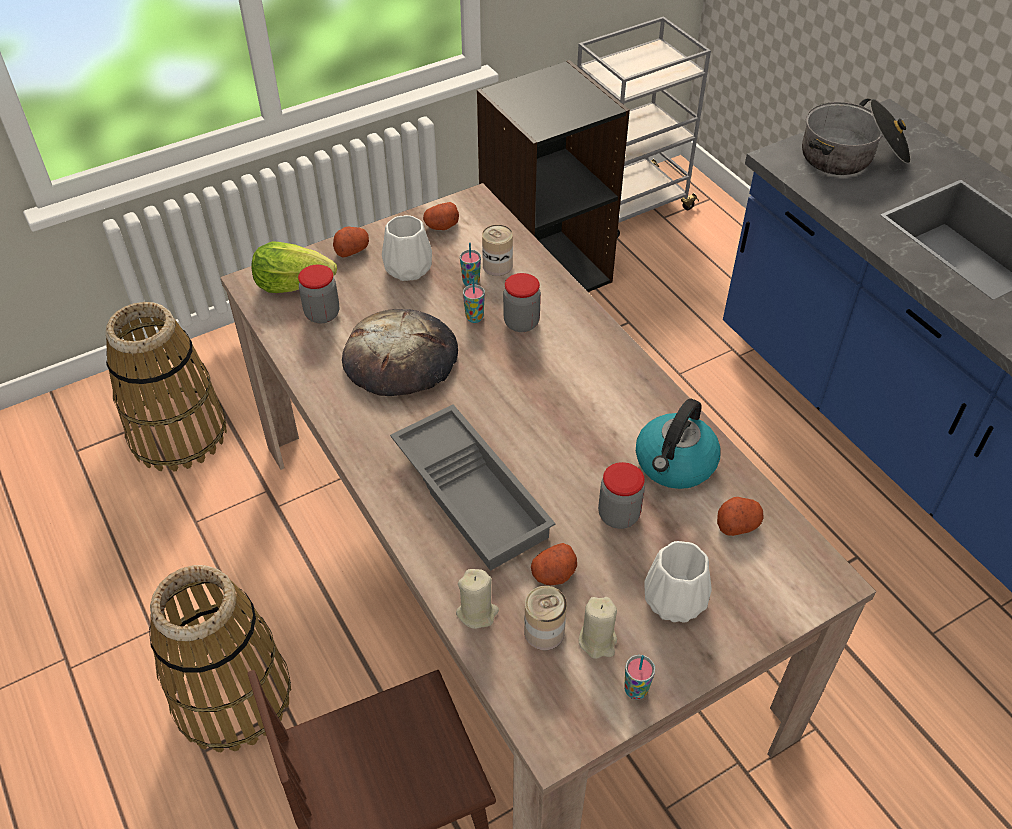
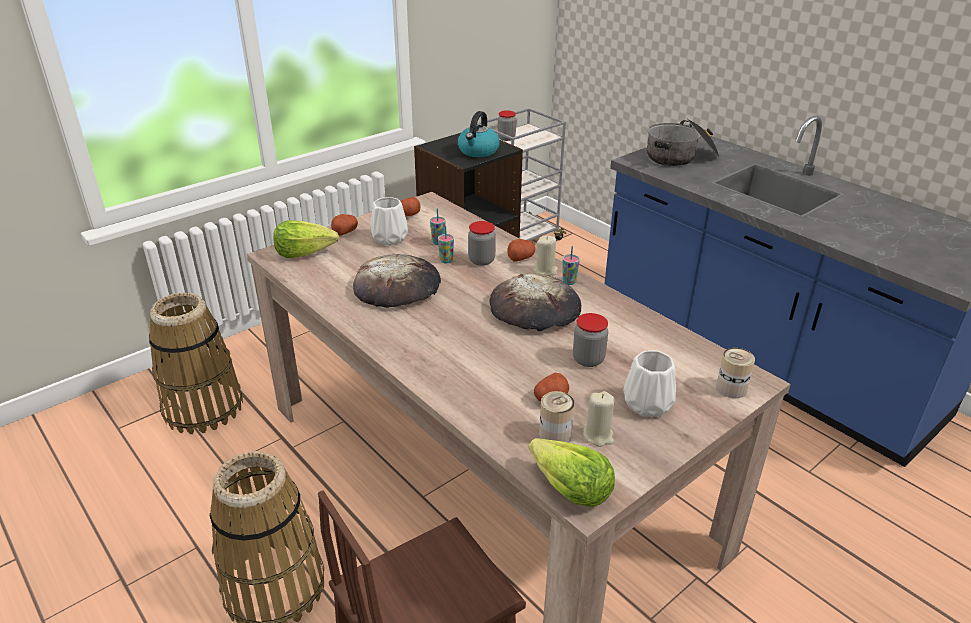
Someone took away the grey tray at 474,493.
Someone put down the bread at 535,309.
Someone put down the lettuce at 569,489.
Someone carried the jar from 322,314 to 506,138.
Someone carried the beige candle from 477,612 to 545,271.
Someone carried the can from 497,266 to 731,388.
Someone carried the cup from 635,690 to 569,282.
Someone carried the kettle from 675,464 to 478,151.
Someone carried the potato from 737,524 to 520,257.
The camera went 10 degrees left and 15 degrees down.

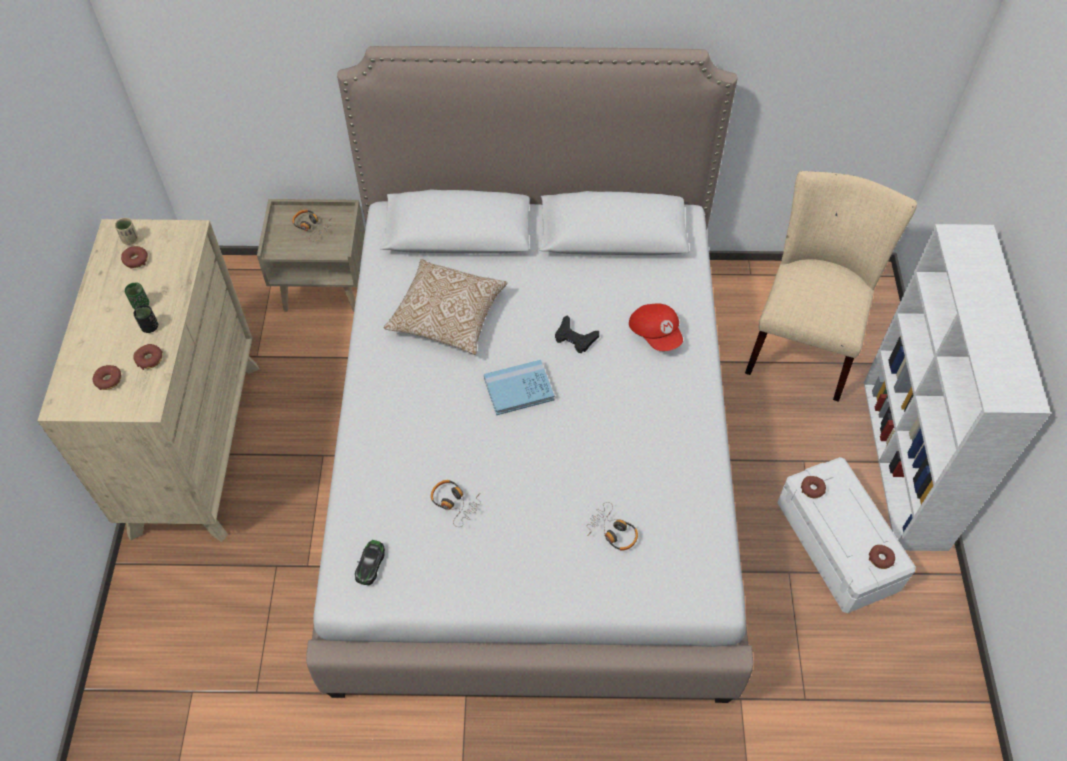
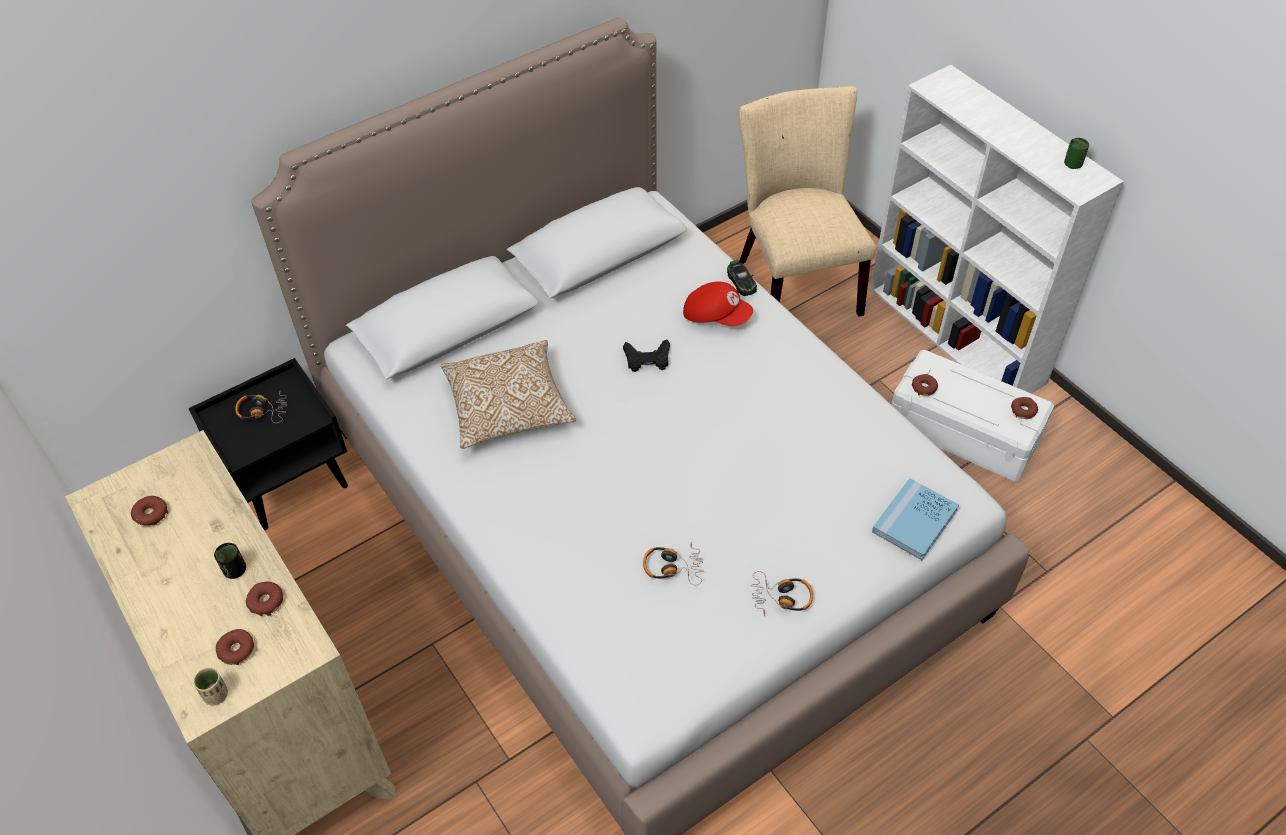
Someone carried the beige cup from 130,240 to 216,695.
Someone carried the green cup from 141,304 to 1072,164.
Someone carried the toy car from 370,564 to 741,281.
Someone carried the blue book from 519,389 to 914,521.
Someone carried the headphones from 612,531 to 781,597.
Someone repainted the beige nightstand at 325,287, which became the black nightstand at 291,482.
The camera went 35 degrees left and 5 degrees down.

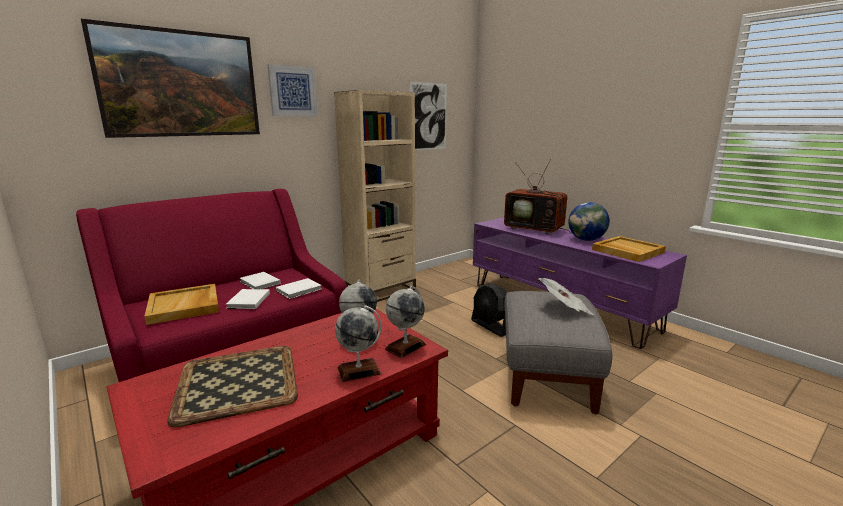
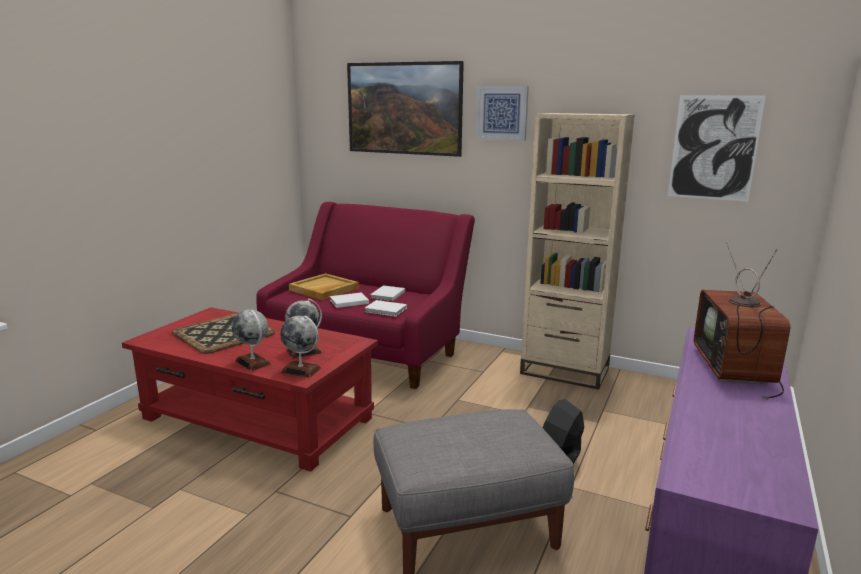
Someone took away the newspaper at 565,309.
Someone took away the globe at 586,240.
Someone took away the beige tray at 627,251.
The camera went 65 degrees right and 0 degrees up.

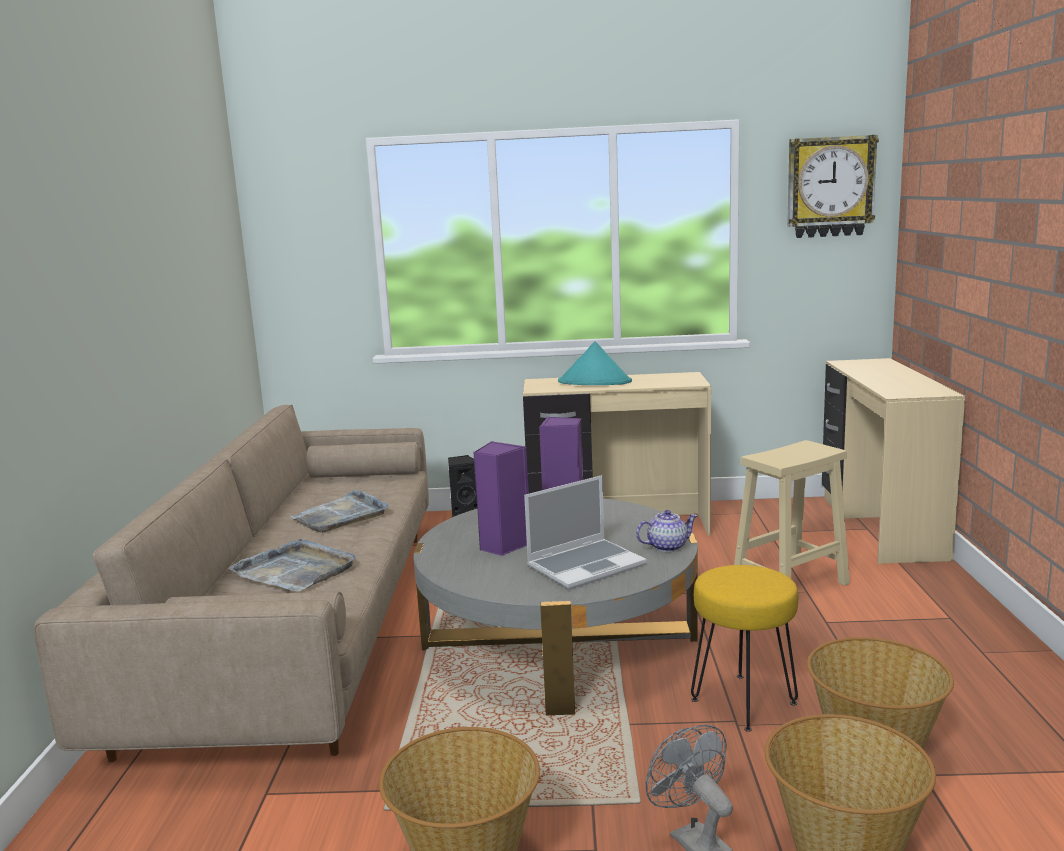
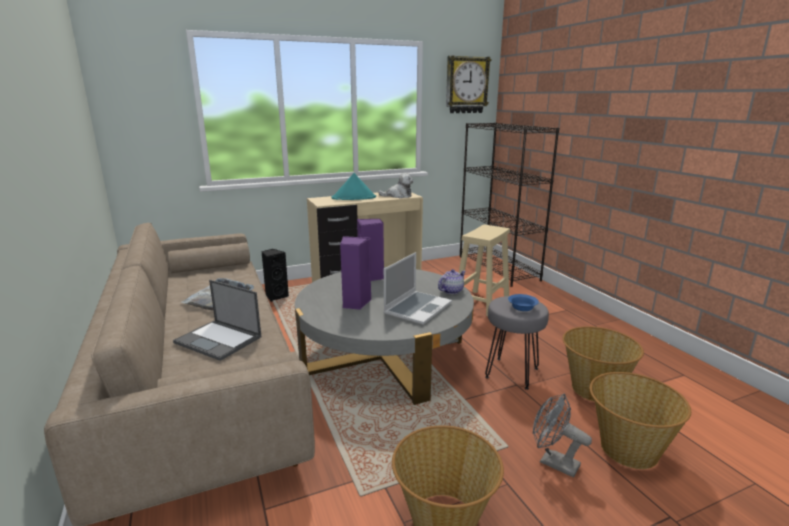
Someone put down the plush toy at 398,196.
Someone put down the blue bowl at 522,307.
Someone swapped the grey tray at 296,570 for the laptop at 219,340.
Someone swapped the beige desk at 879,527 for the black bookcase at 498,268.
Someone repainted the yellow stool at 745,701, which became the grey stool at 512,372.
The camera went 25 degrees left and 5 degrees up.

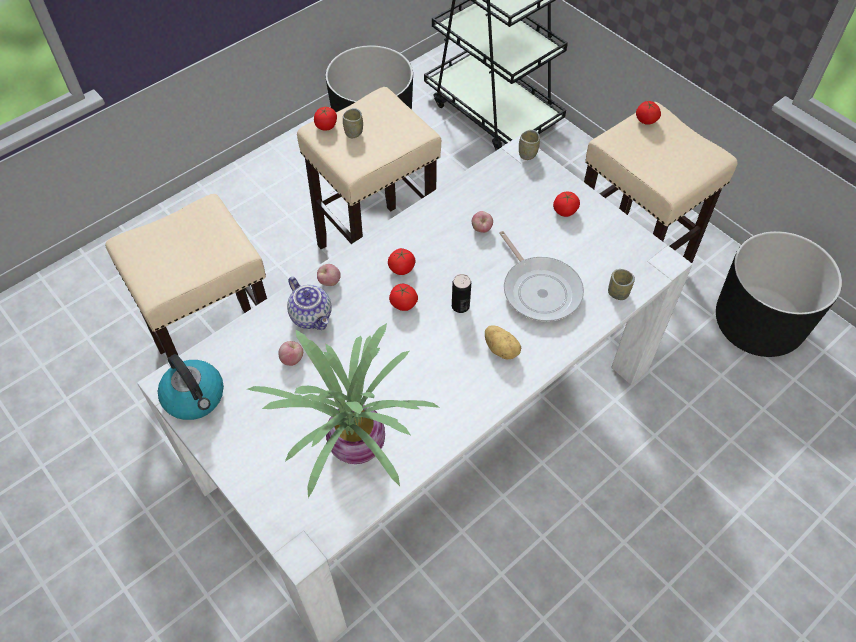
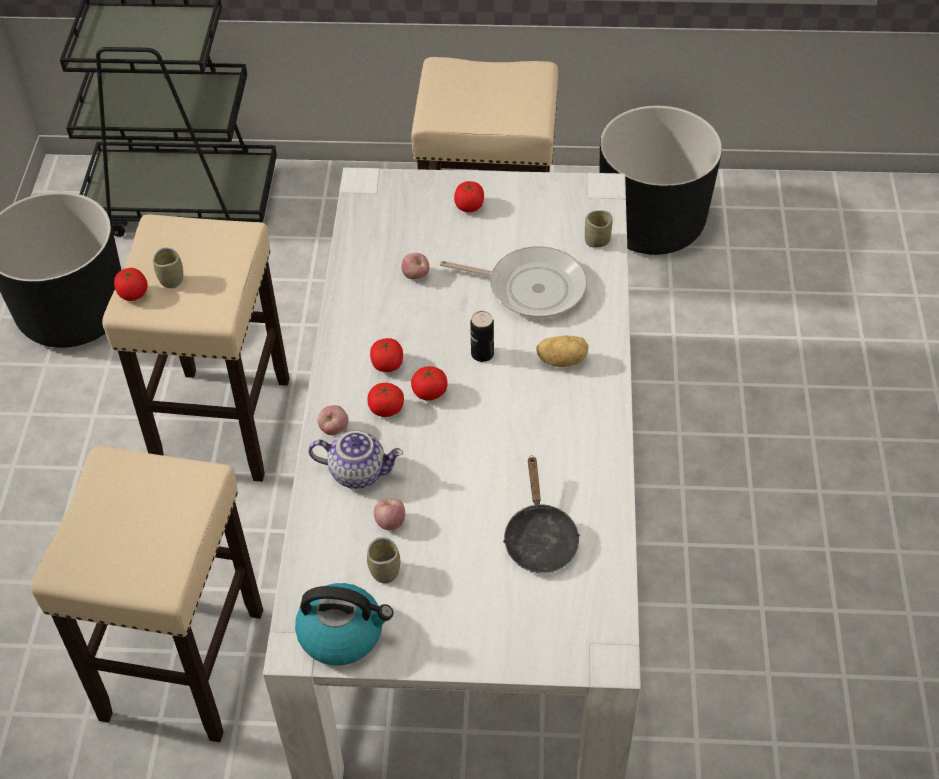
Someone carried the cup from 527,154 to 385,571.
Someone carried the tomato from 646,120 to 386,409.
Someone swapped the potted plant at 354,442 for the black frying pan at 539,538.
The camera went 45 degrees left and 5 degrees down.

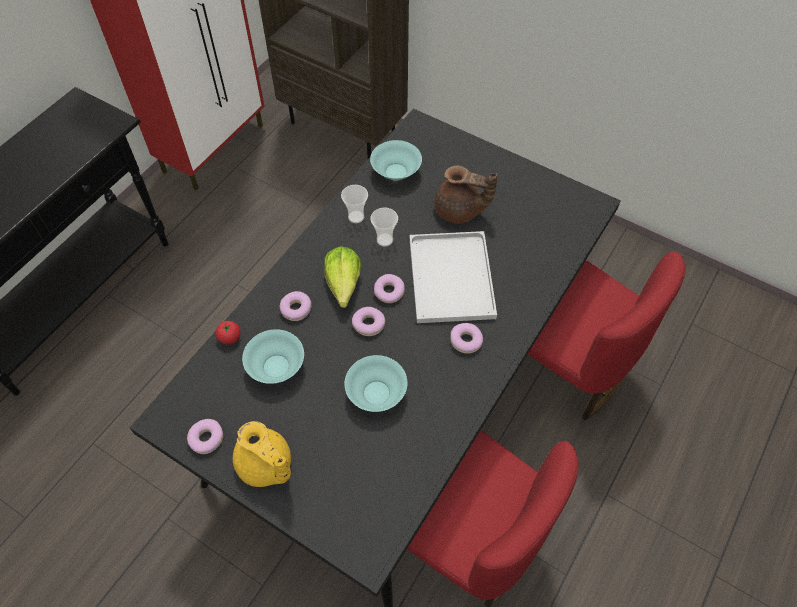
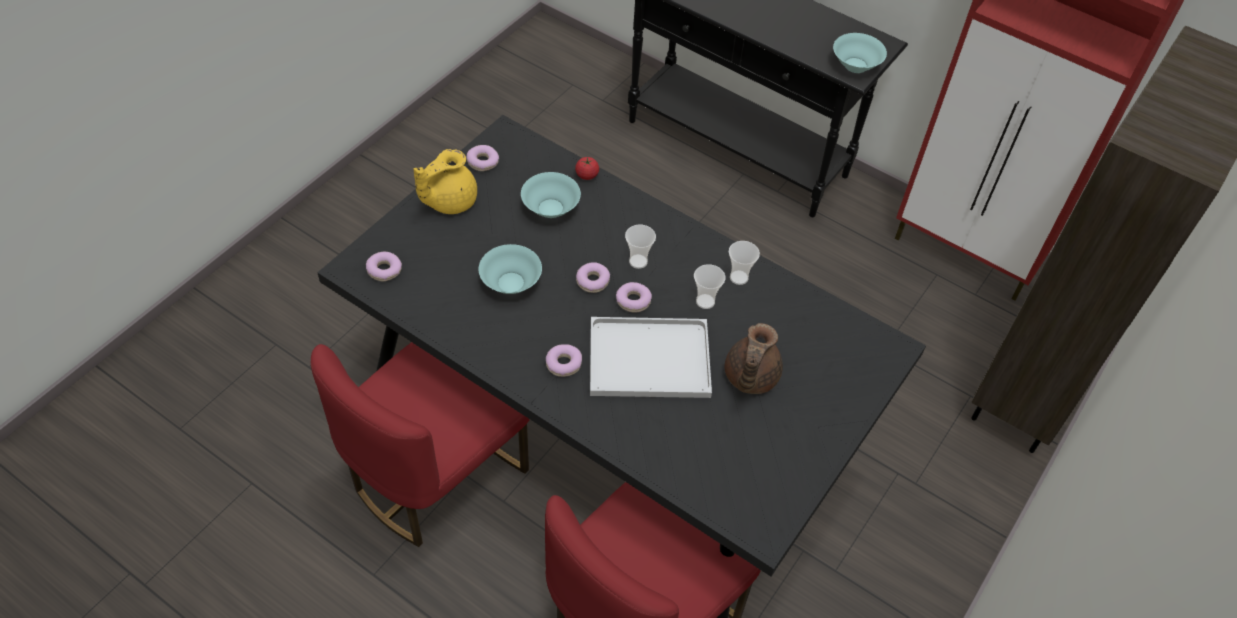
Someone carried the donut from 296,309 to 384,270.
Someone carried the turquoise bowl from 395,172 to 855,65.
Someone swapped the lettuce at 342,289 for the cup at 638,261.
The camera went 90 degrees right and 5 degrees down.

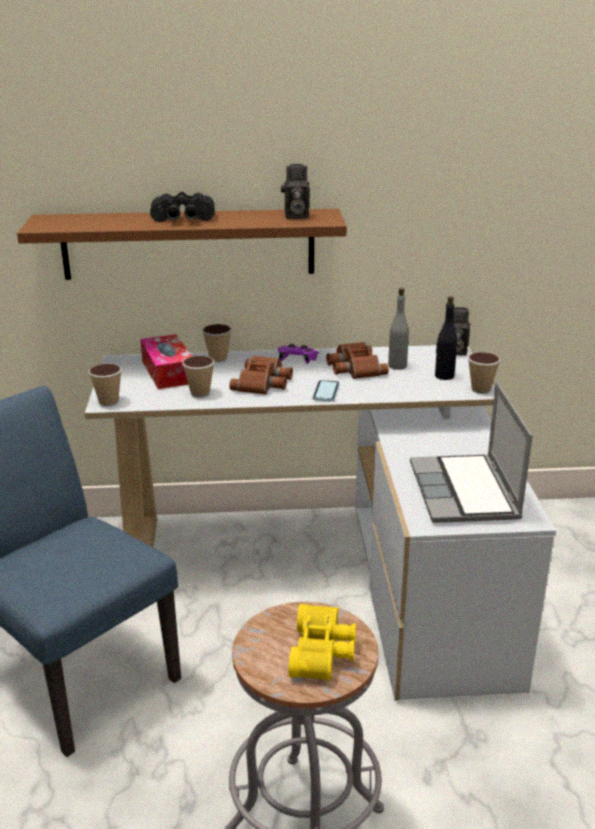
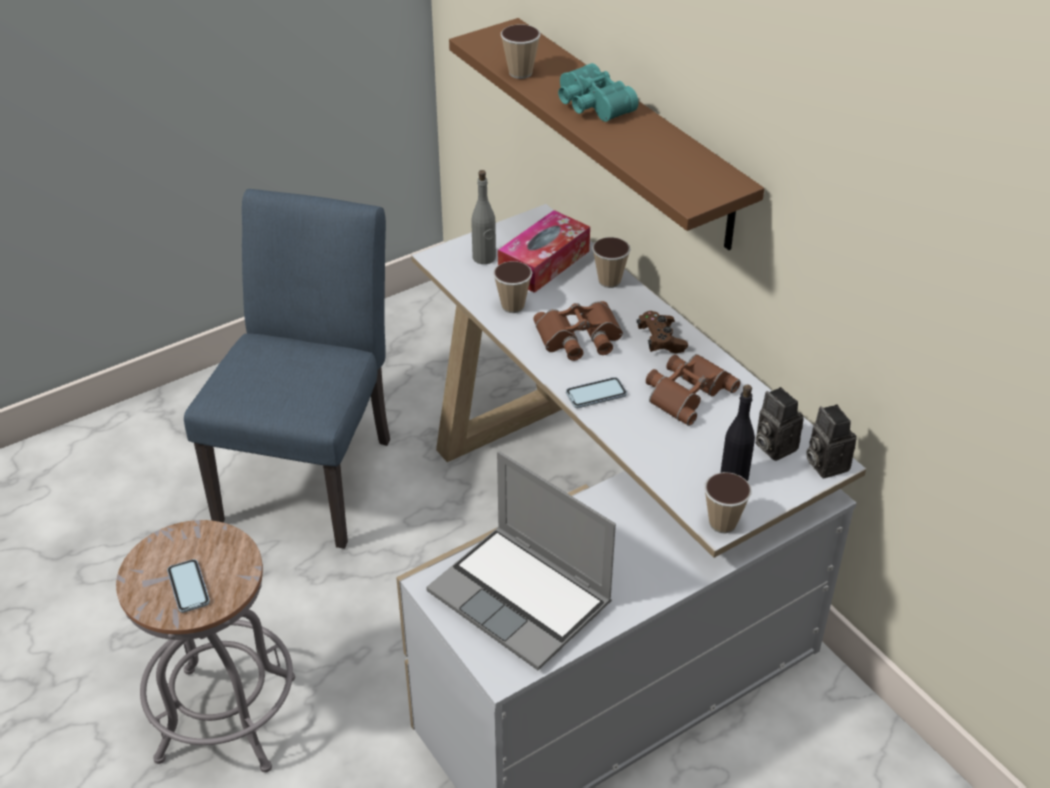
Someone carried the cup from 108,402 to 520,73.
Someone carried the photo camera from 295,216 to 772,446.
Someone carried the grey bottle from 397,366 to 484,258.
Someone swapped the yellow binoculars at 324,652 for the phone at 188,587.
Someone repainted the black binoculars at 183,219, which became the turquoise binoculars at 591,105.
Someone repainted the purple game controller at 297,361, which became the brown game controller at 661,340.
Someone rotated the laptop at 465,492 by 105 degrees counterclockwise.
The camera went 60 degrees right and 15 degrees up.

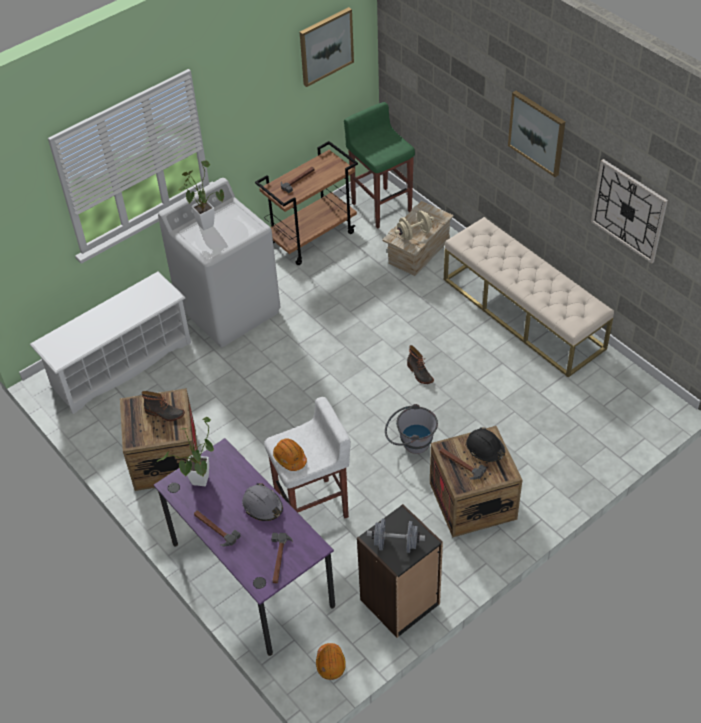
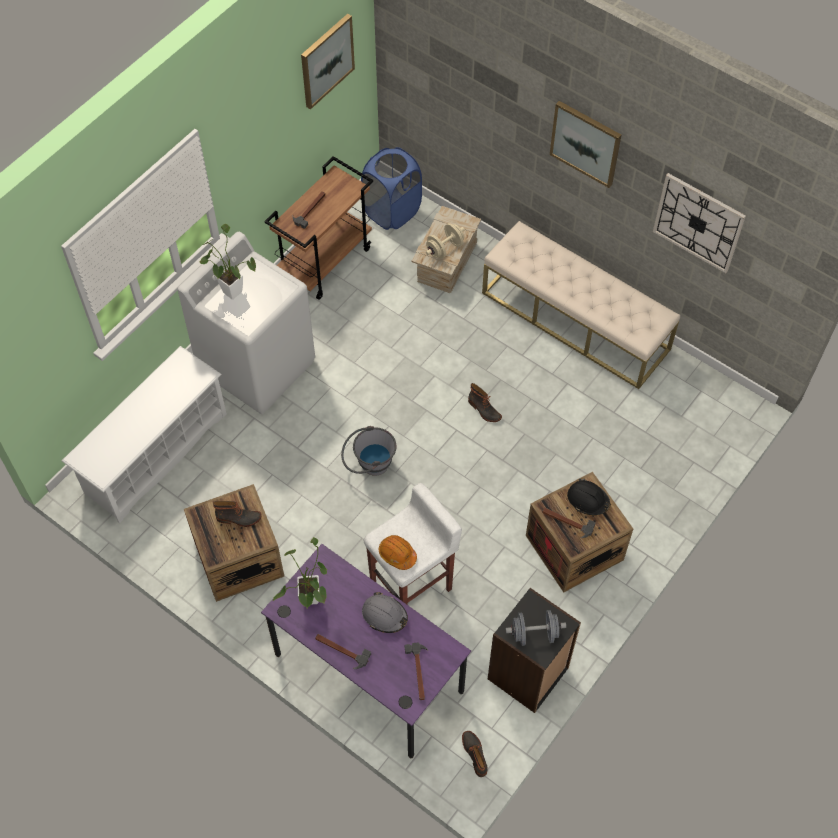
Someone carried the grey bucket from 410,443 to 369,464.
Someone swapped the orange hard hat at 330,663 for the boot at 475,754.
Someone swapped the green stool at 381,206 for the blue laundry basket at 392,211.
The camera went 15 degrees left and 10 degrees up.

